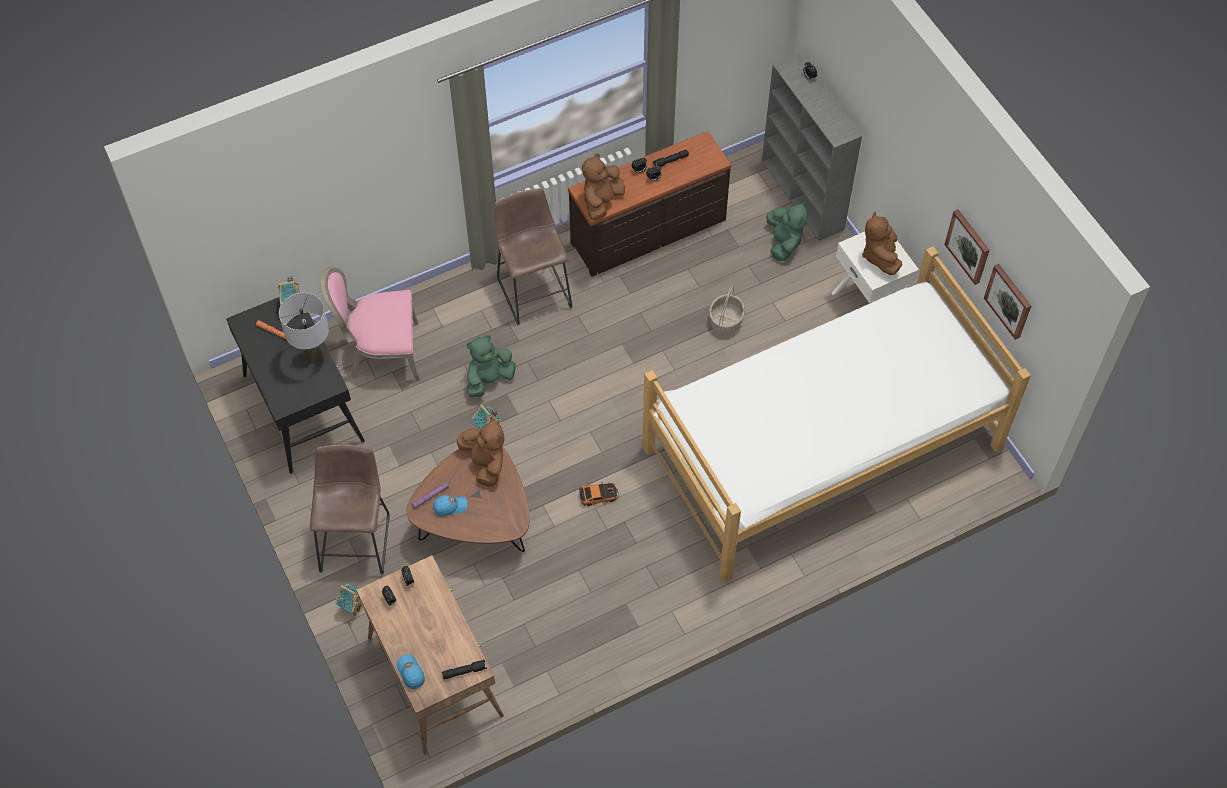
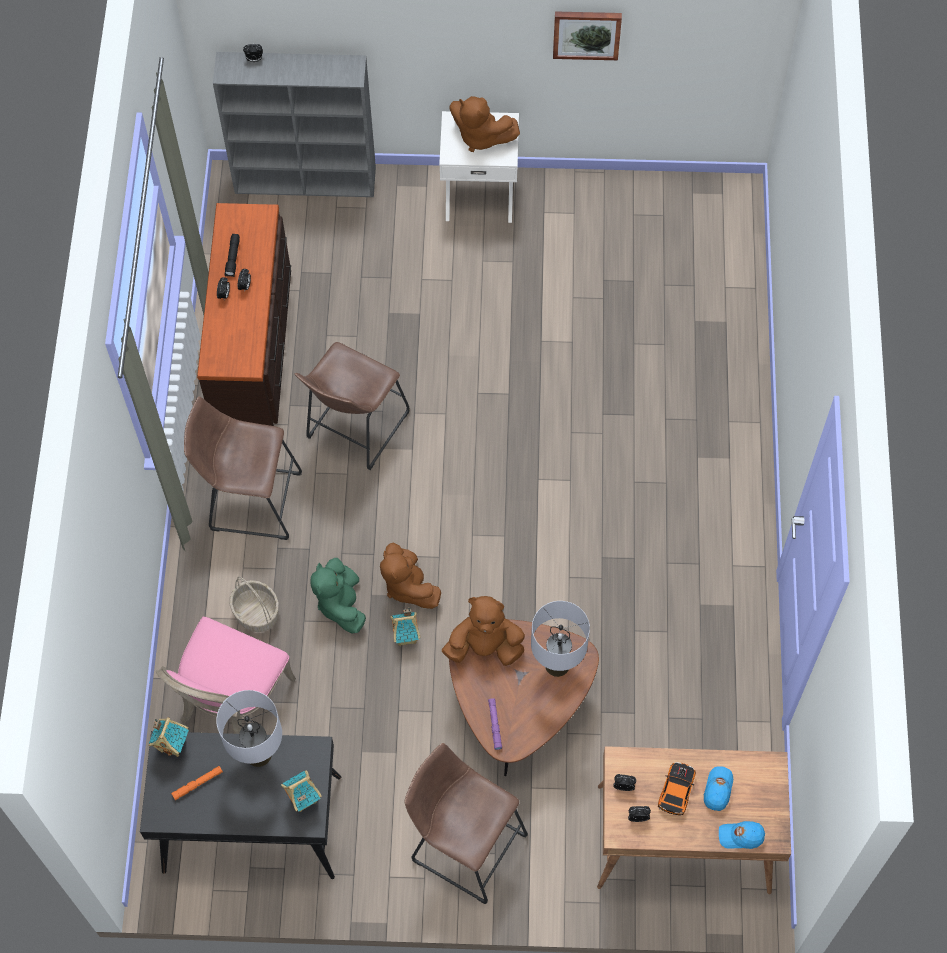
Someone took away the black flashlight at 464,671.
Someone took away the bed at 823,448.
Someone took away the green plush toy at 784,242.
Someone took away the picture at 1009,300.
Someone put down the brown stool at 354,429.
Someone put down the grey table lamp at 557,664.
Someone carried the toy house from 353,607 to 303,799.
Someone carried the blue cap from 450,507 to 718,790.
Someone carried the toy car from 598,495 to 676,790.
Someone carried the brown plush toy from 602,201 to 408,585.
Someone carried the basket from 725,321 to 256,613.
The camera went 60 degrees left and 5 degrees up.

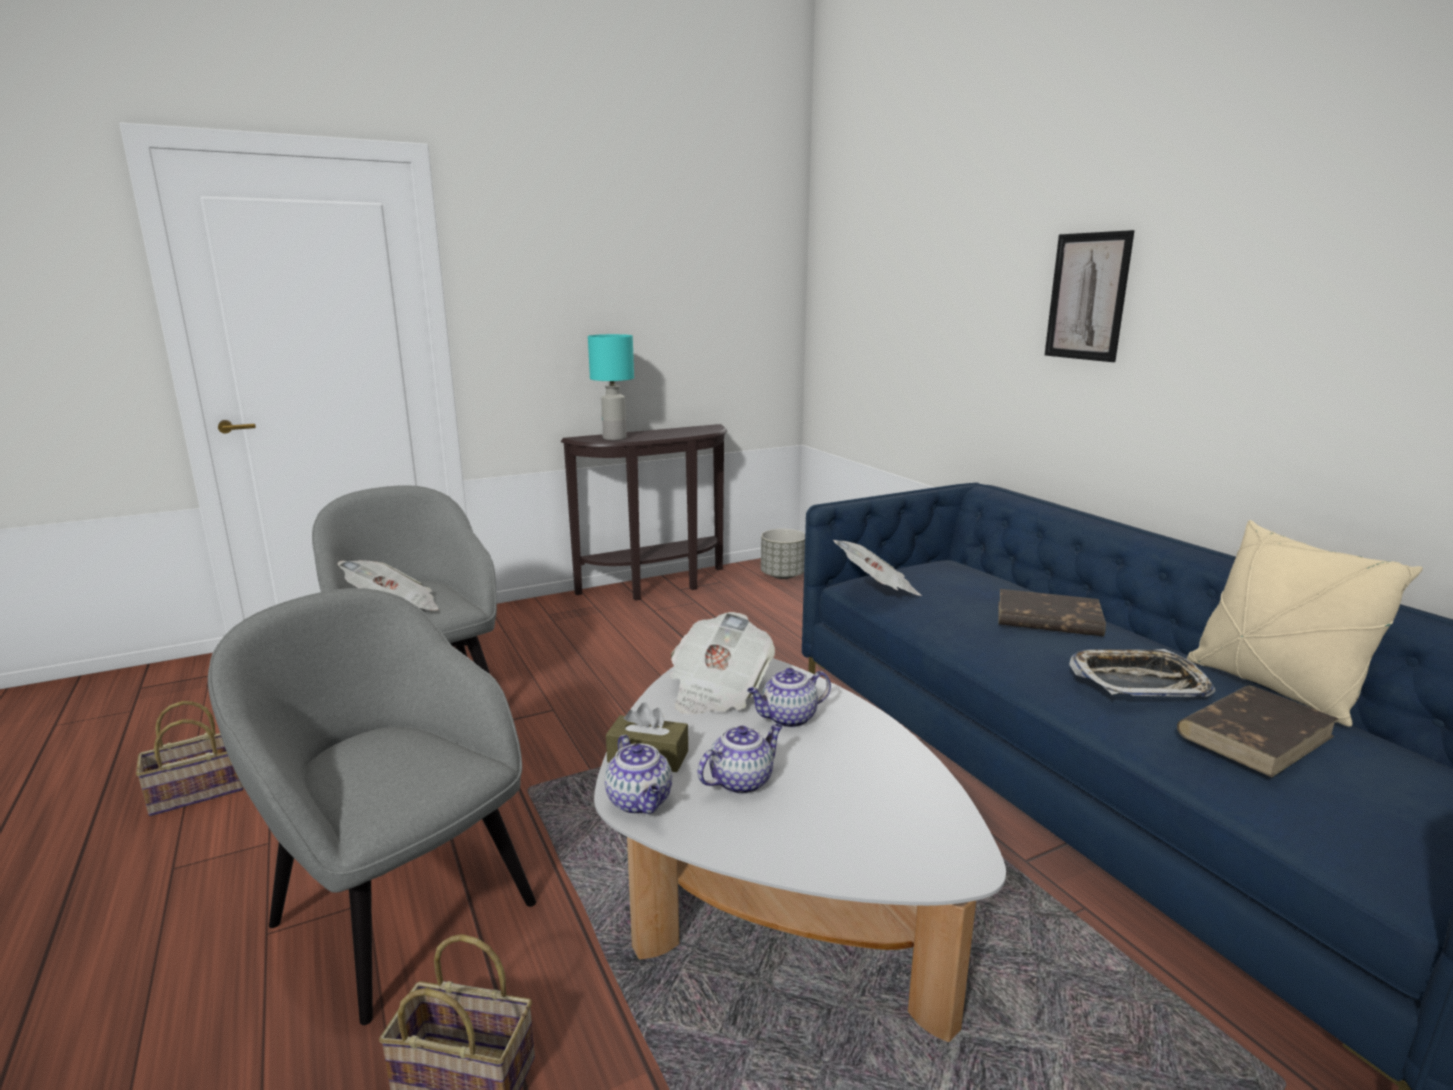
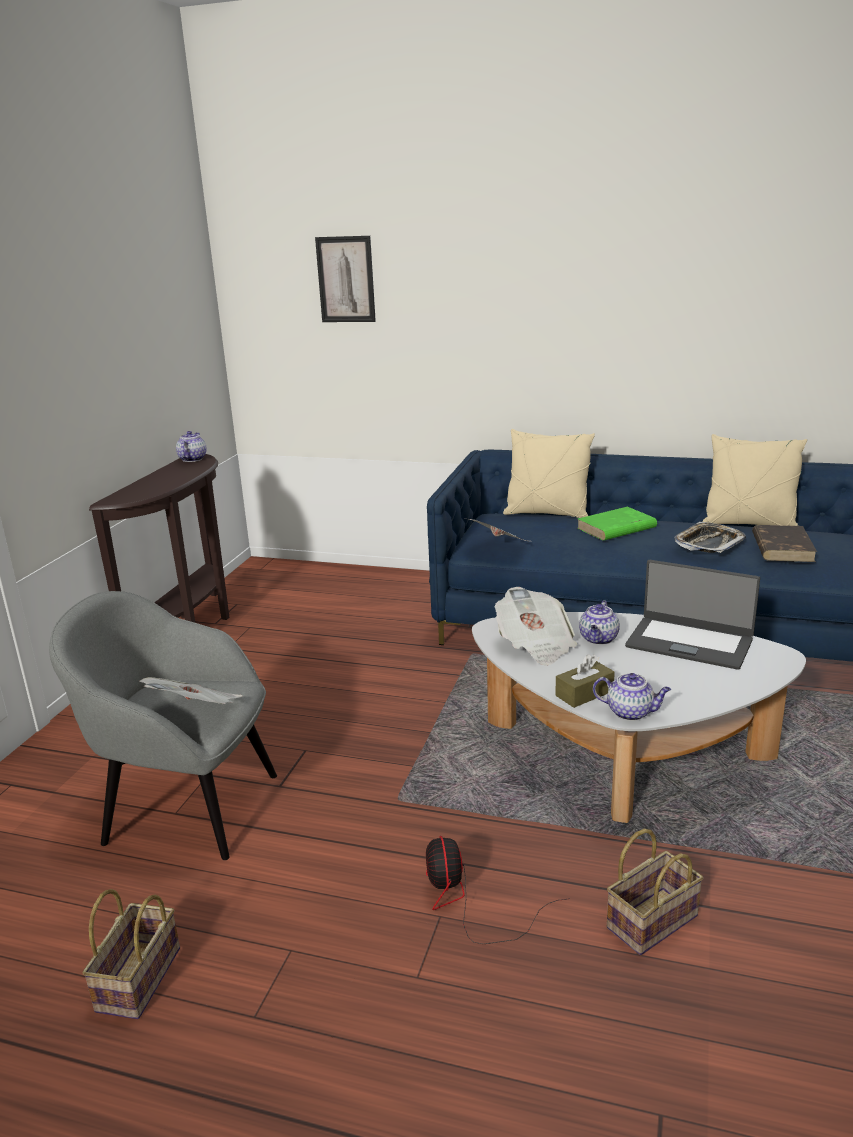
Someone took away the turquoise table lamp at 614,438.
Someone took away the grey planter at 783,575.
Someone put down the beige pillow at 547,513.
Someone put down the laptop at 689,642.
Someone carried the teapot from 741,781 to 192,459.
Someone carried the picture from 1087,297 to 346,279.
Someone swapped the grey armchair at 401,909 for the fan at 467,902.
Someone repainted the brown book at 1047,619, which became the green book at 615,528.
The camera went 45 degrees left and 5 degrees up.

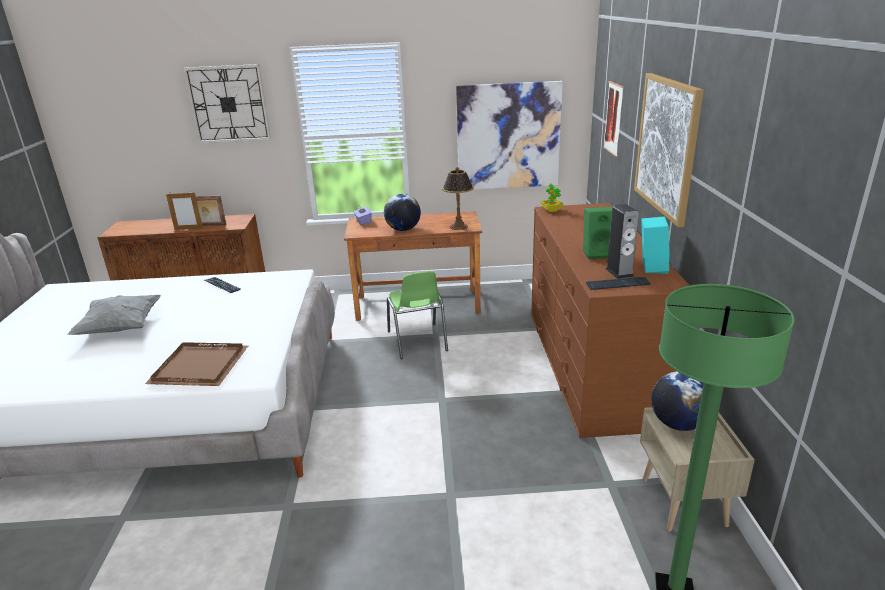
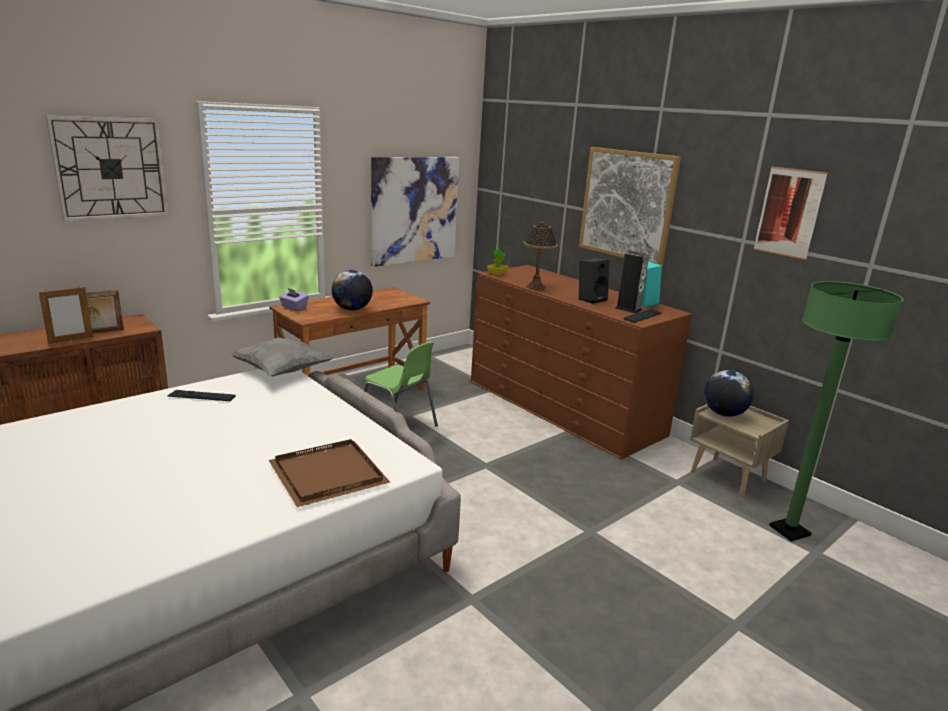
Someone carried the grey pillow from 121,328 to 282,372.
Someone carried the table lamp from 459,227 to 536,287.
Someone carried the picture from 613,118 to 789,212.
Someone repainted the green speaker at 598,253, which became the black speaker at 591,299.
The camera went 40 degrees left and 5 degrees down.

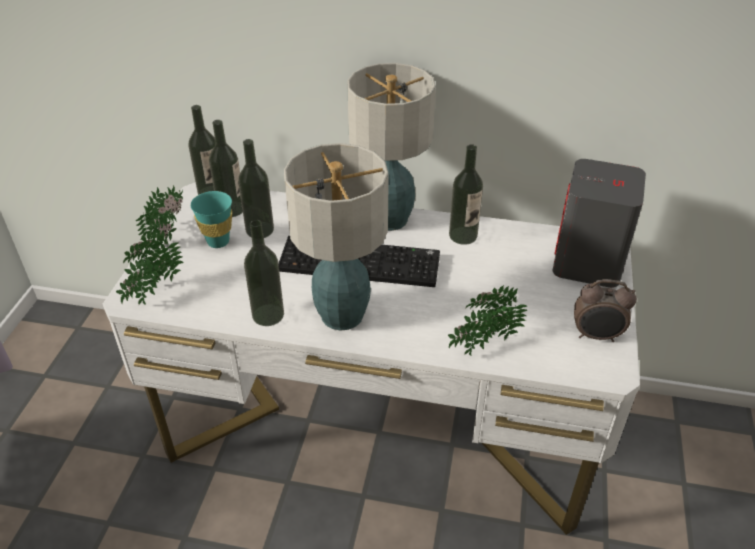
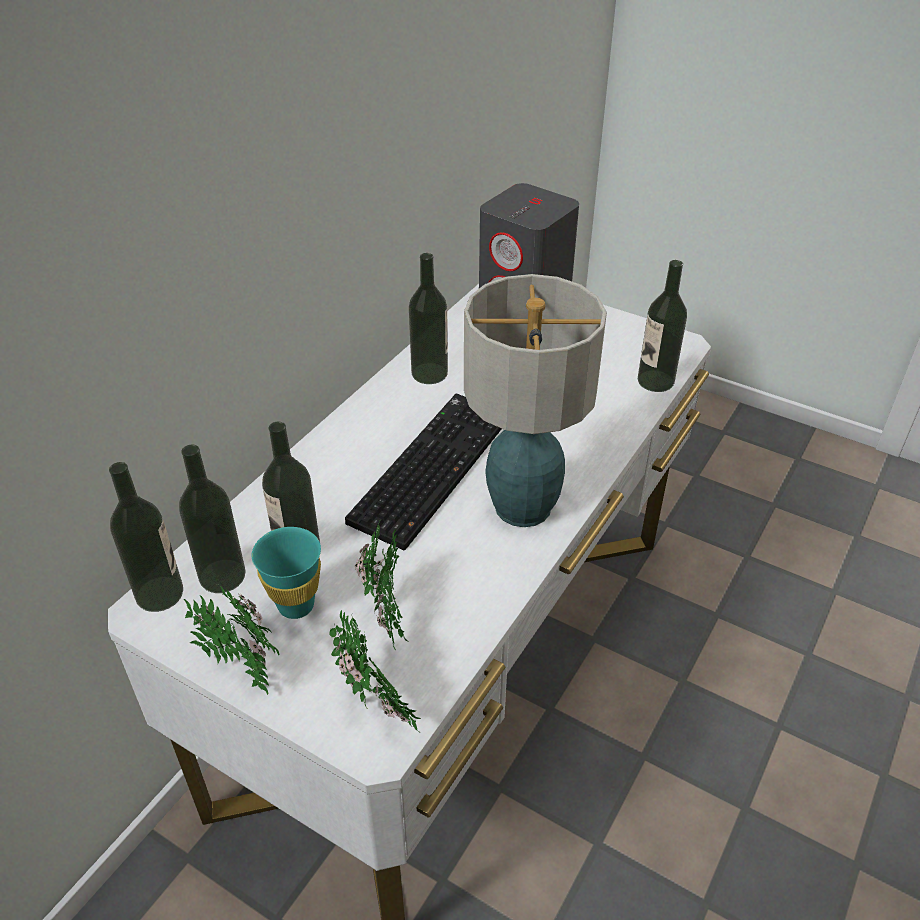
Someone took away the table lamp at 389,218.
Someone took away the alarm clock at 596,336.
Someone carried the bottle from 268,315 to 655,381.
Someone carried the potted plant from 482,345 to 386,619.
The camera went 70 degrees left and 0 degrees up.

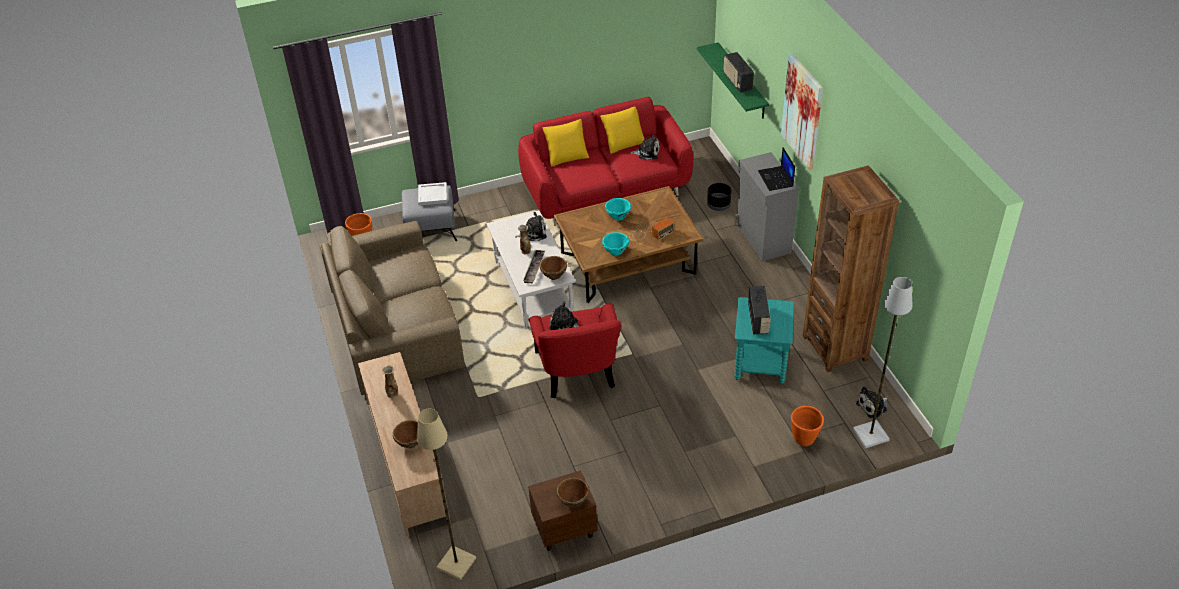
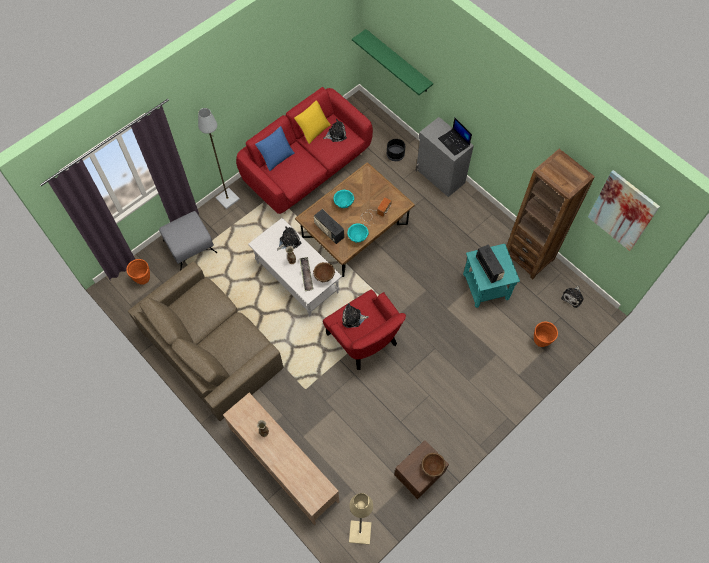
Someone took away the brown bowl at 410,442.
Someone took away the white tray at 432,195.
Someone carried the radio from 737,82 to 329,231.
Someone carried the picture from 802,111 to 622,211.
Someone carried the grey floor lamp from 870,434 to 227,198.
Someone repainted the yellow pillow at 566,155, which became the blue pillow at 276,156.
The camera went 25 degrees left and 20 degrees up.

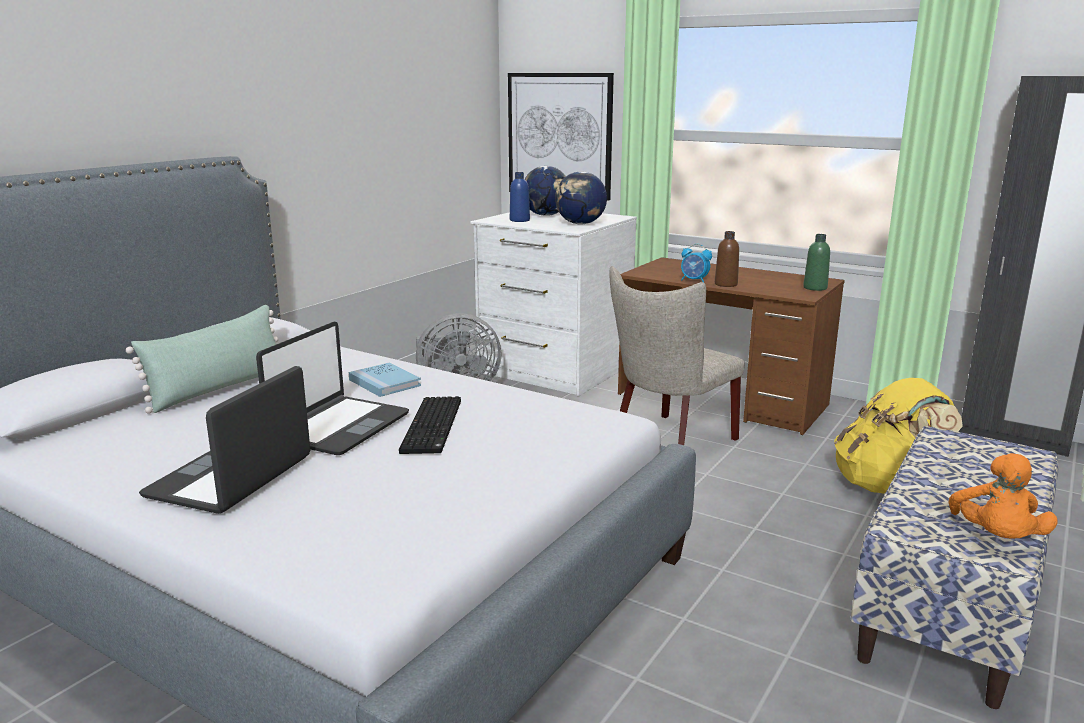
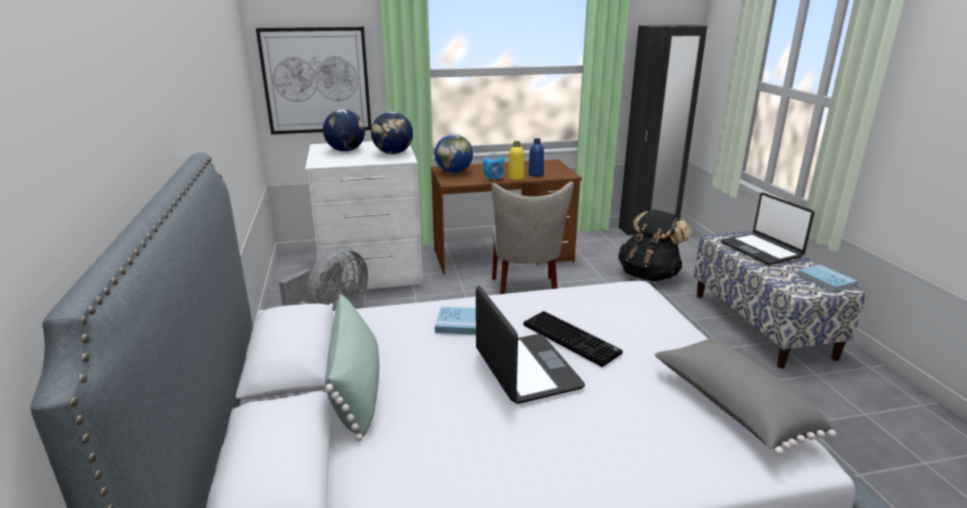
Someone took away the green bottle at 815,288.
Someone put down the globe at 454,172.
Someone put down the grey pillow at 732,407.
Someone carried the laptop from 231,478 to 761,250.
Someone carried the blue bottle from 519,220 to 535,174.
Someone swapped the orange plush toy at 996,538 for the blue book at 826,280.
Someone repainted the brown bottle at 726,284, which became the yellow bottle at 516,178.
Someone repainted the yellow backpack at 887,486, which became the black backpack at 649,275.
The camera went 45 degrees left and 5 degrees up.

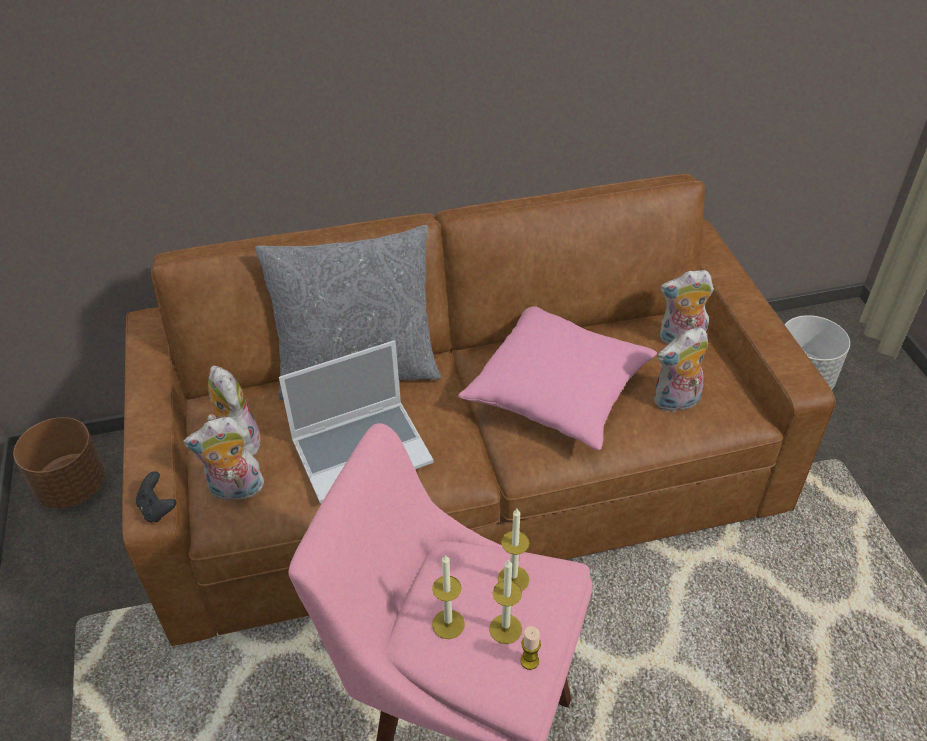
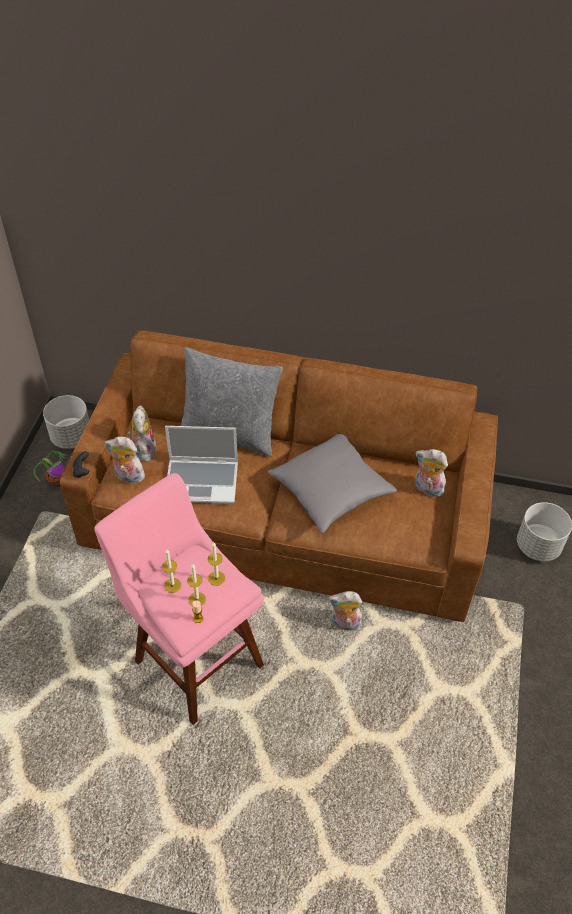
Someone put down the potted plant at 56,480.
Someone carried the plush toy from 676,402 to 344,624.
Someone repainted the brown planter at 73,486, which became the grey planter at 72,437.
Someone repainted the pink pillow at 558,391, which became the grey pillow at 331,490.
The camera went 25 degrees right and 5 degrees up.

